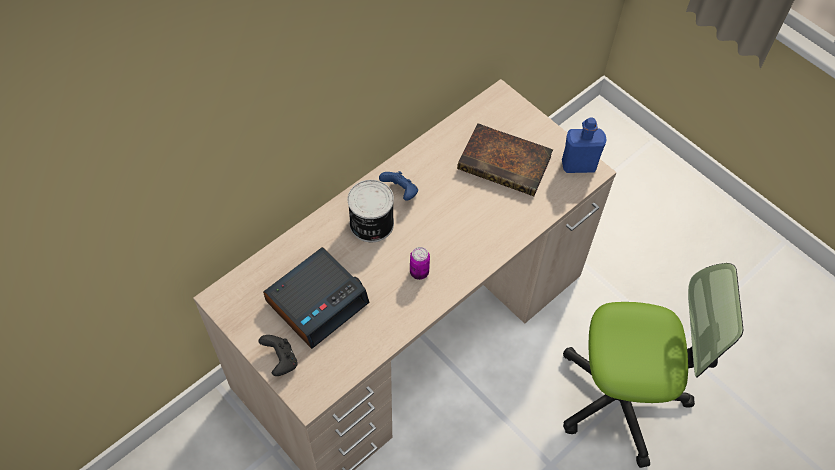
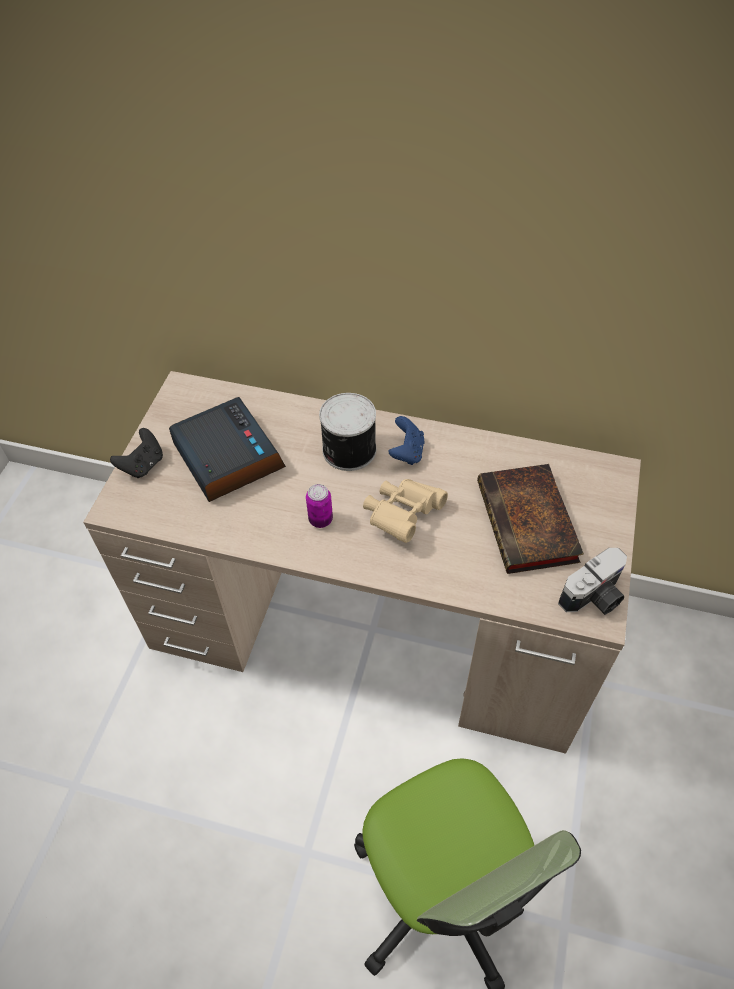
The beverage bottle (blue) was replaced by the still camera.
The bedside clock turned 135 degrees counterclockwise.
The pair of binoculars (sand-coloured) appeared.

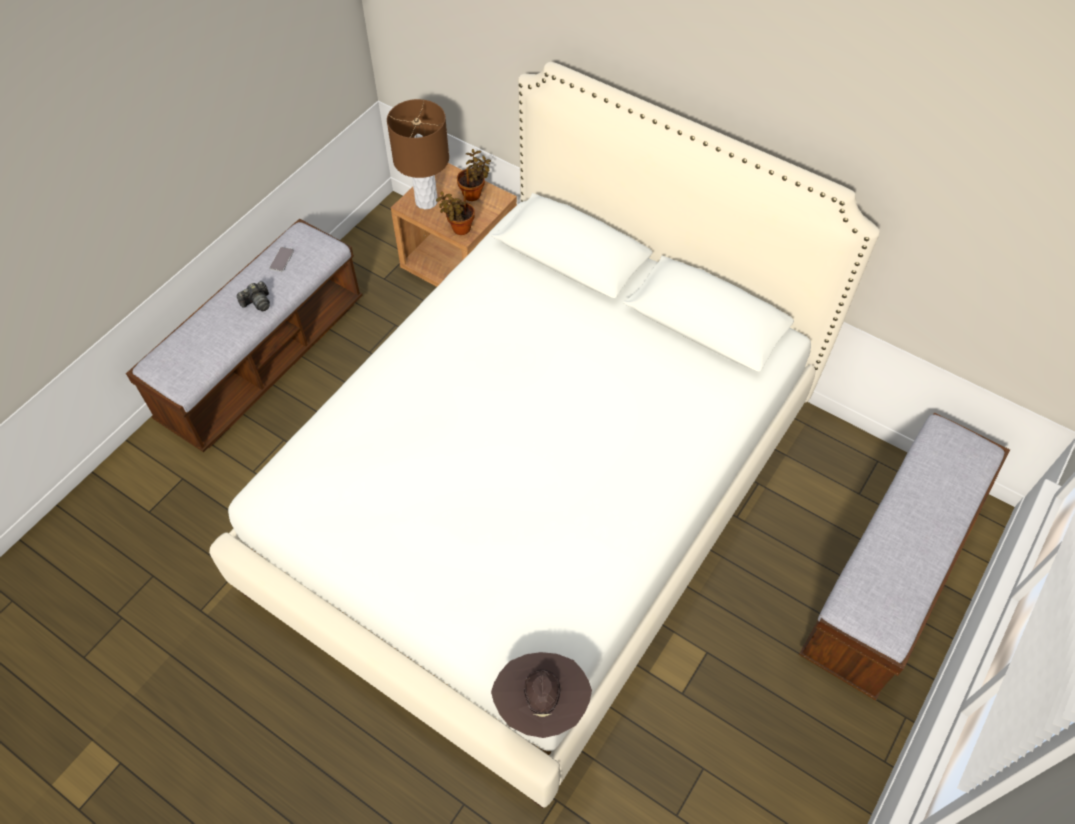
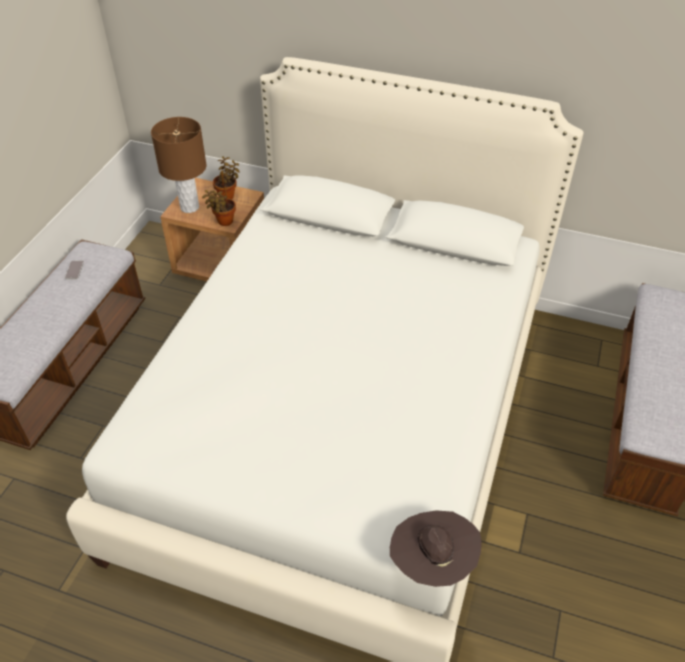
The still camera disappeared.

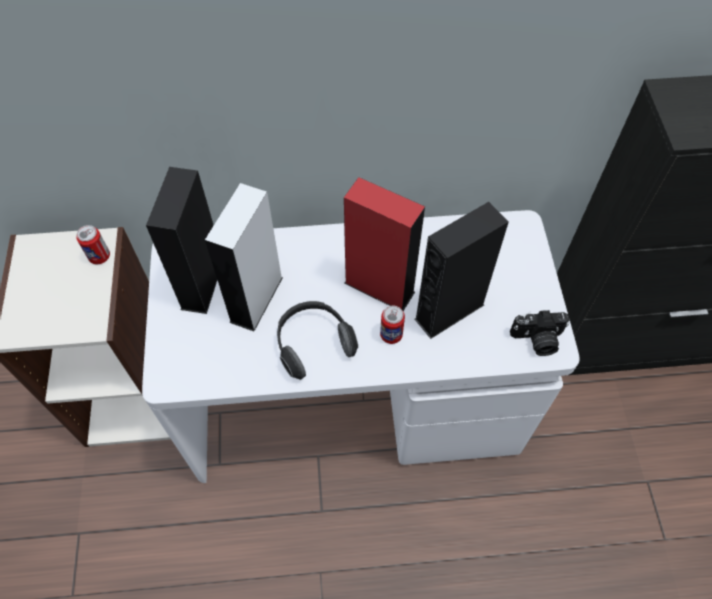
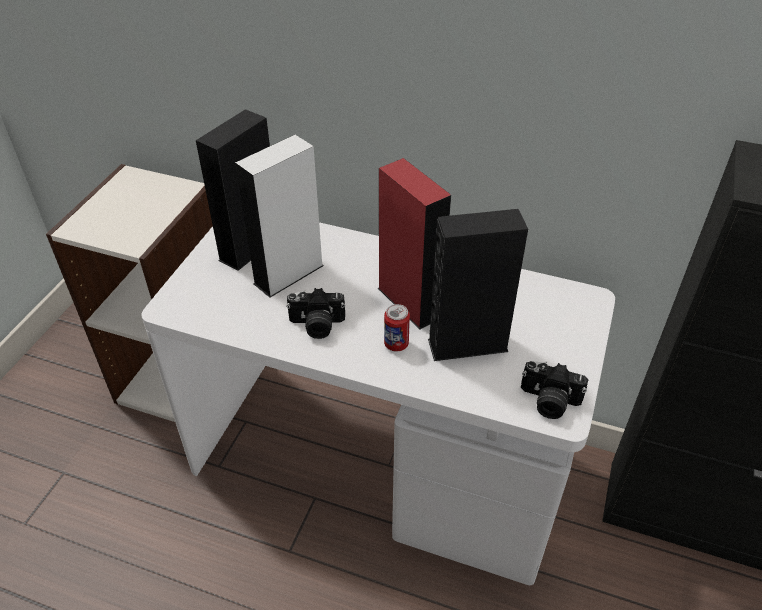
The metal can (1st from left) disappeared.
The pair of headphones was replaced by the still camera (1st from left).

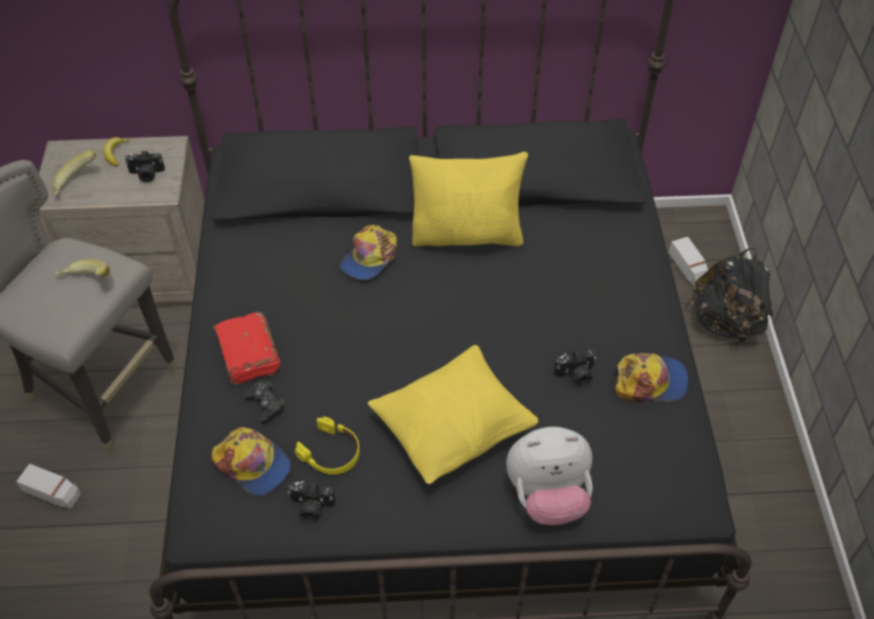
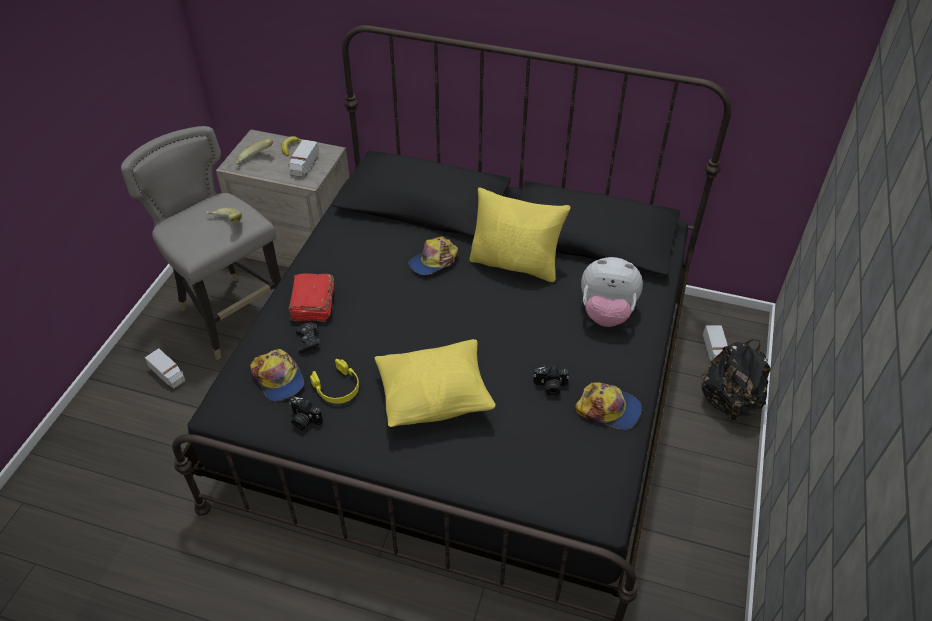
The still camera (1st from left) was replaced by the model truck (2nd from left).
The plush toy moved.

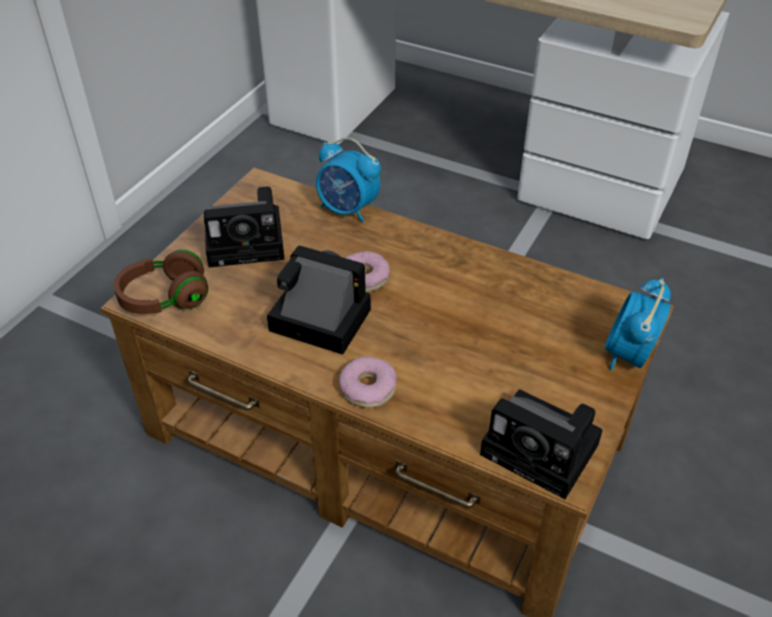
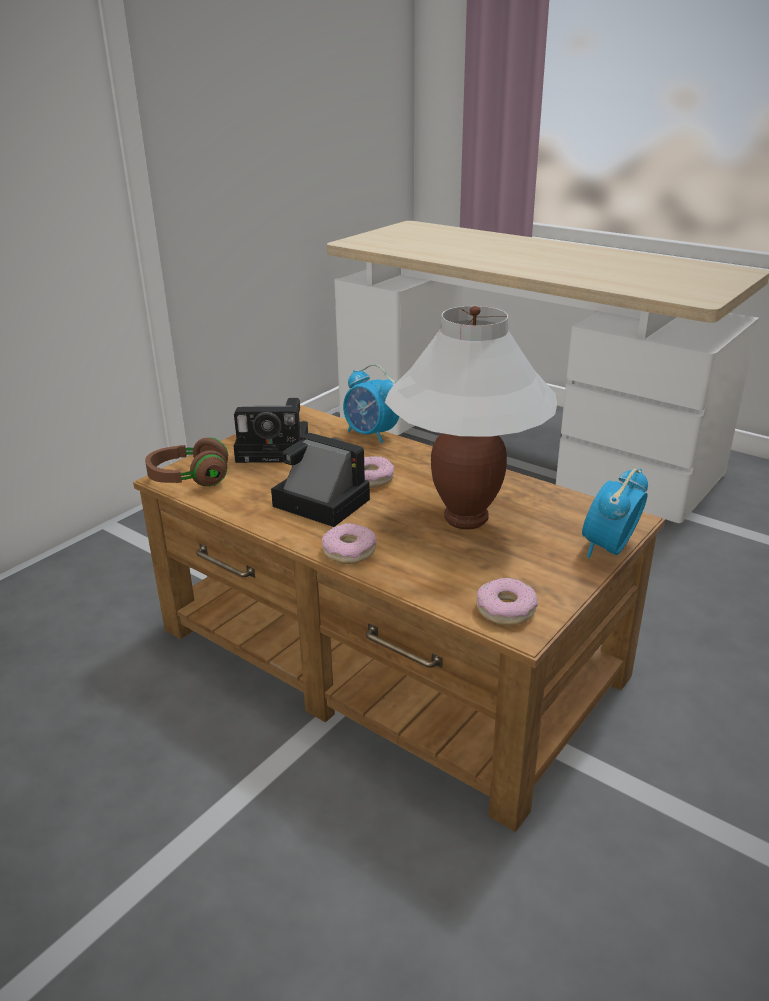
The still camera (3rd from left) was replaced by the doughnut (3rd from left).
The tabletop lamp (white-coloured) appeared.

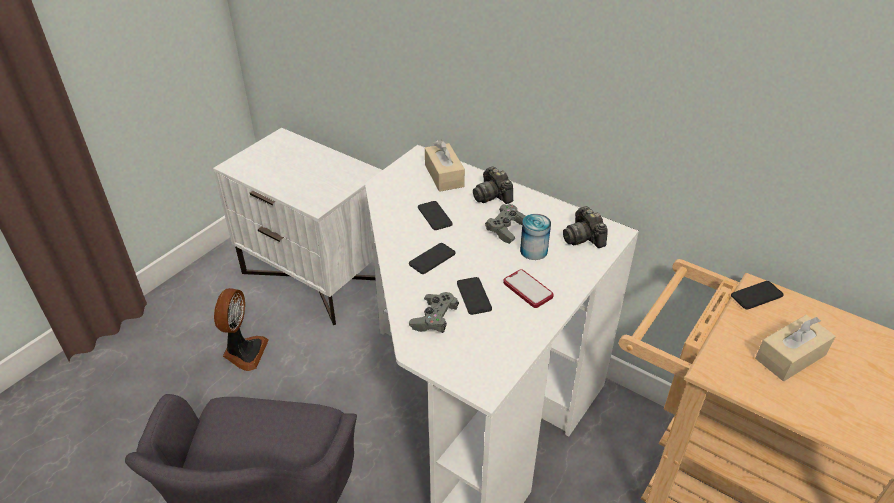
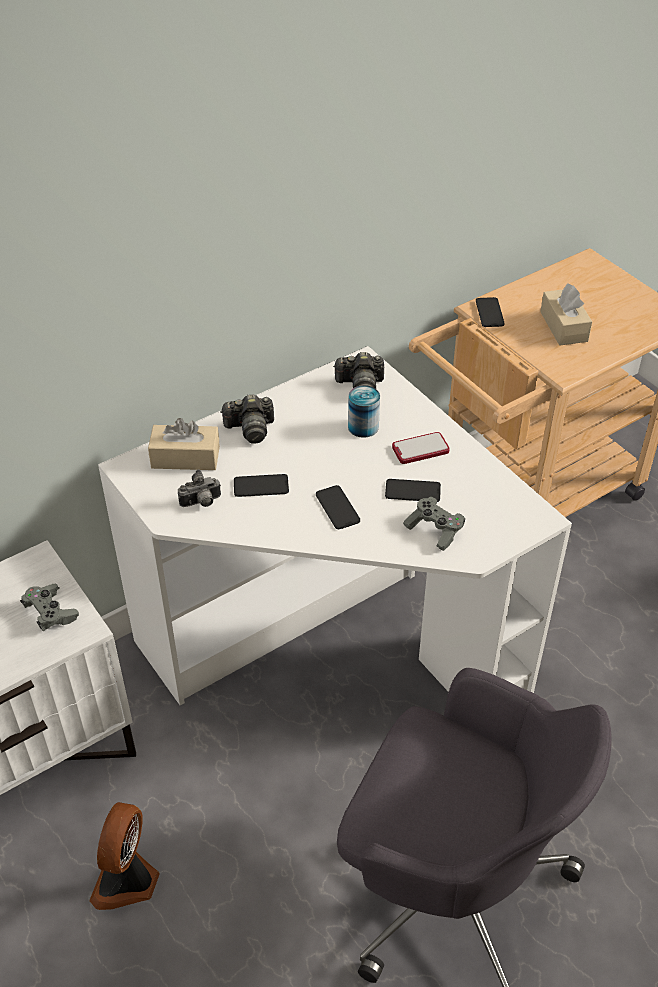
The gamepad (gray) (2nd from left in the first image) moved.
The fan turned 105 degrees counterclockwise.
The still camera (1st from left) appeared.

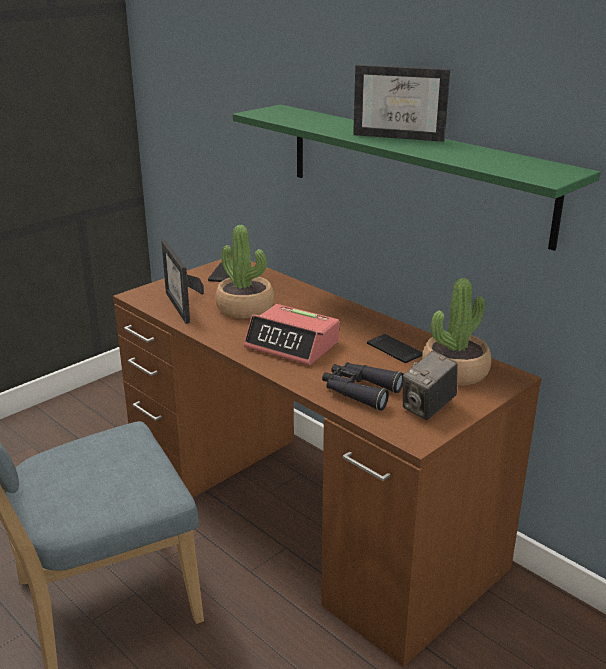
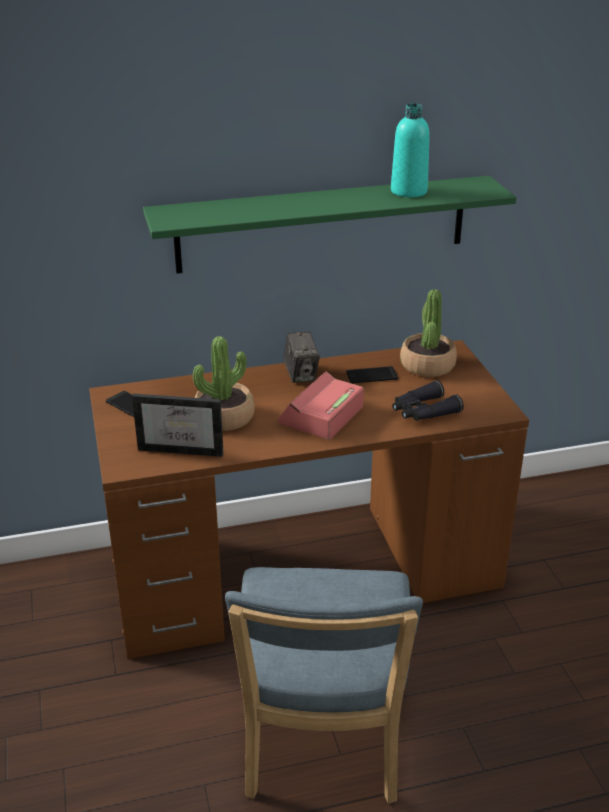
The standing frame (2nd from left) disappeared.
The bedside clock turned 150 degrees clockwise.
The still camera moved.
The beverage bottle (turquoise) appeared.

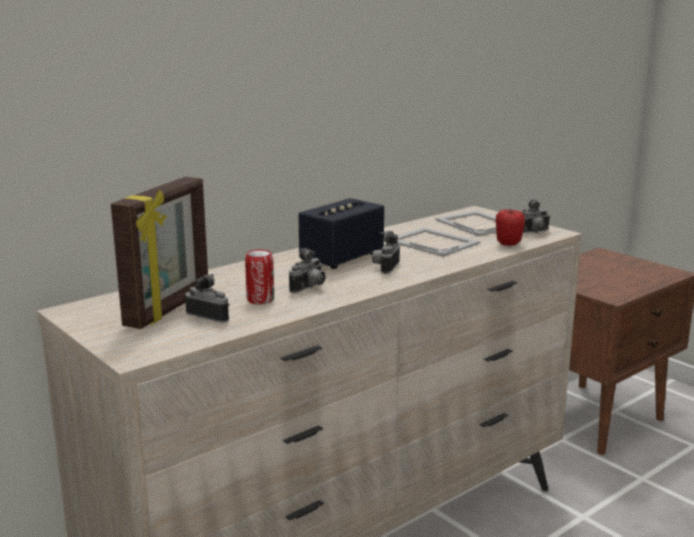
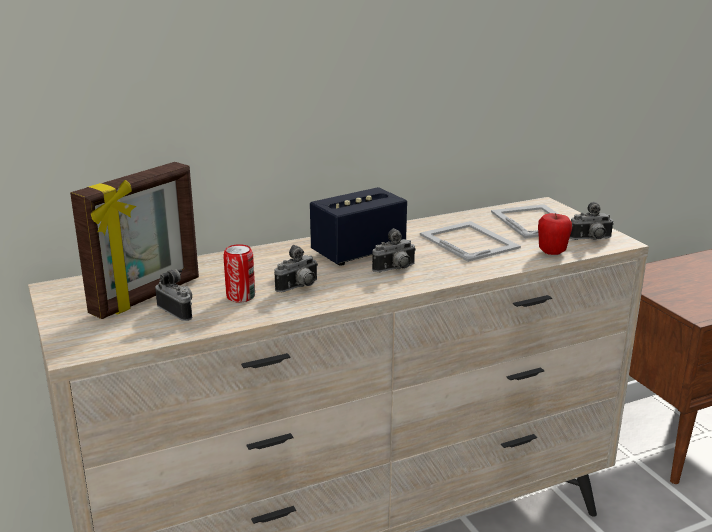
The still camera (3rd from left) turned 150 degrees counterclockwise.

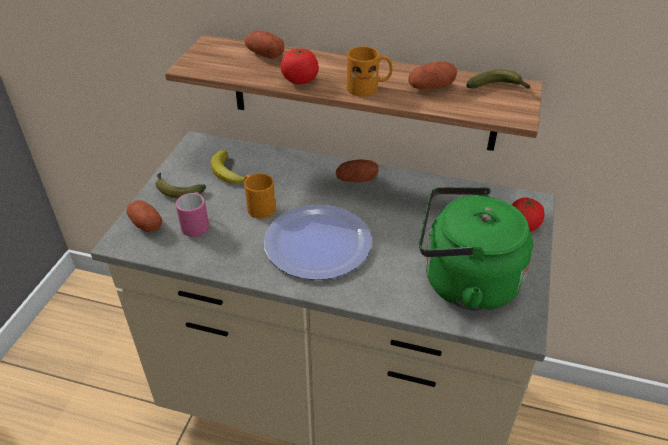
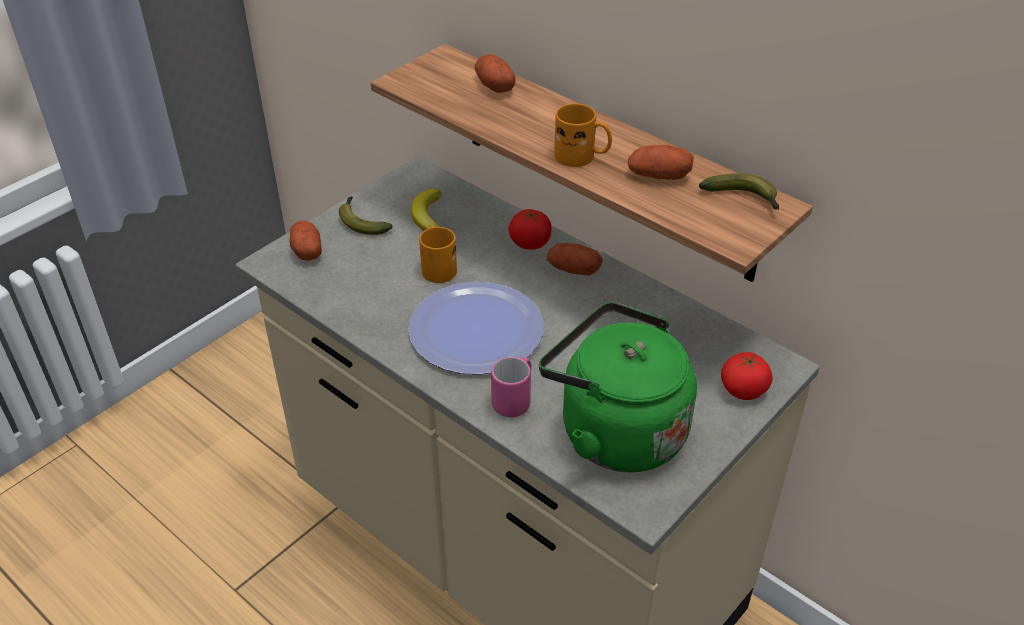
The fresh tomato (1st from left) moved.
The tea mug (pink-coloured) moved.

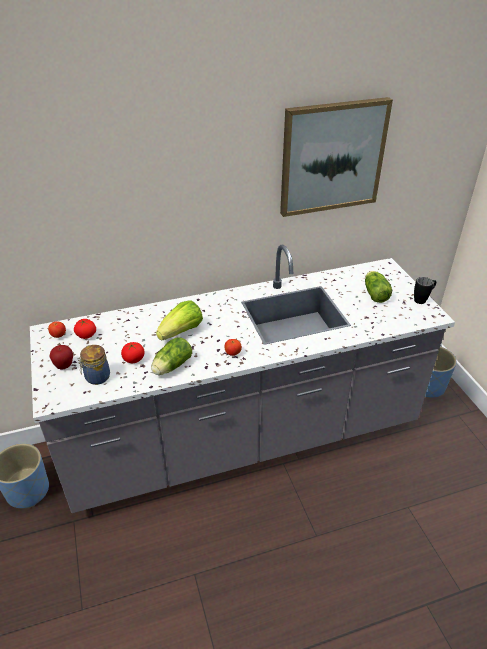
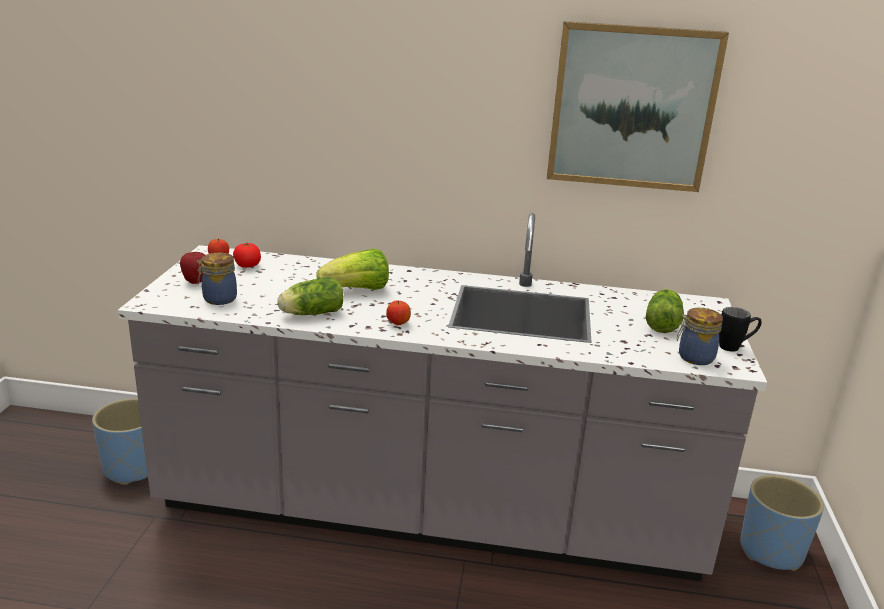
The fresh tomato (2nd from left) disappeared.
The storage jar (2nd from left) appeared.

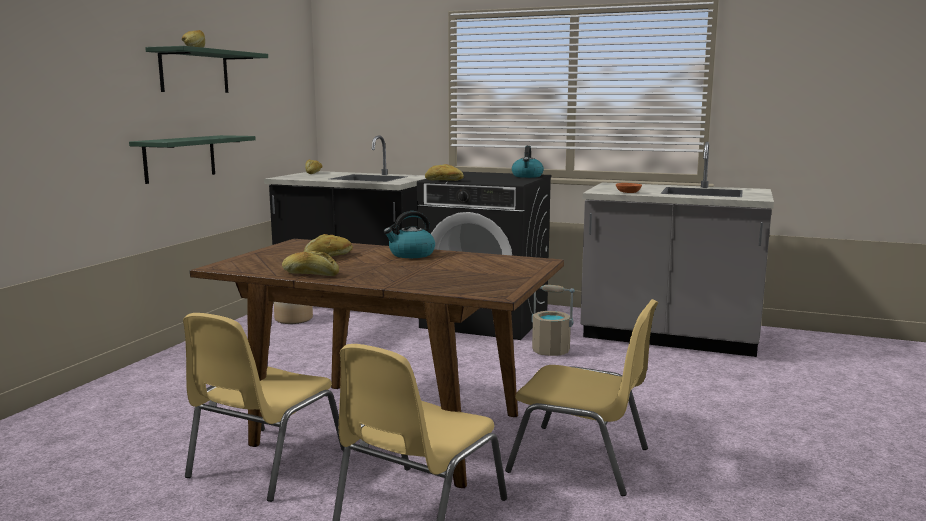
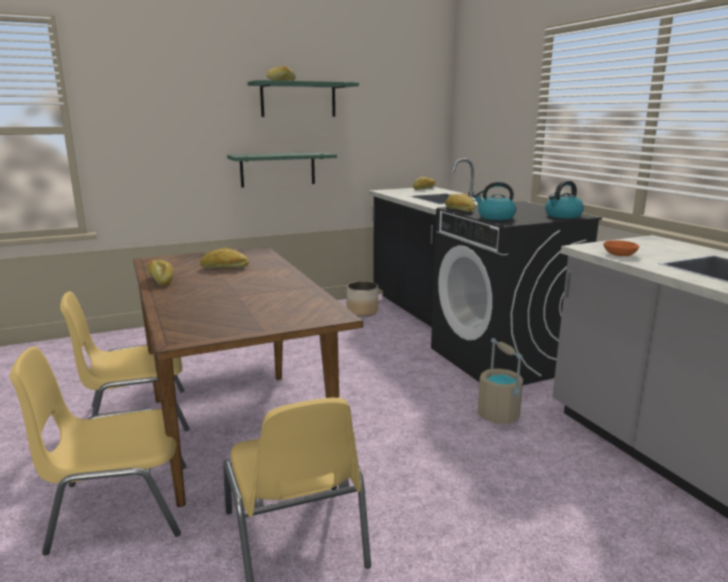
The kettle (1st from left) moved.

